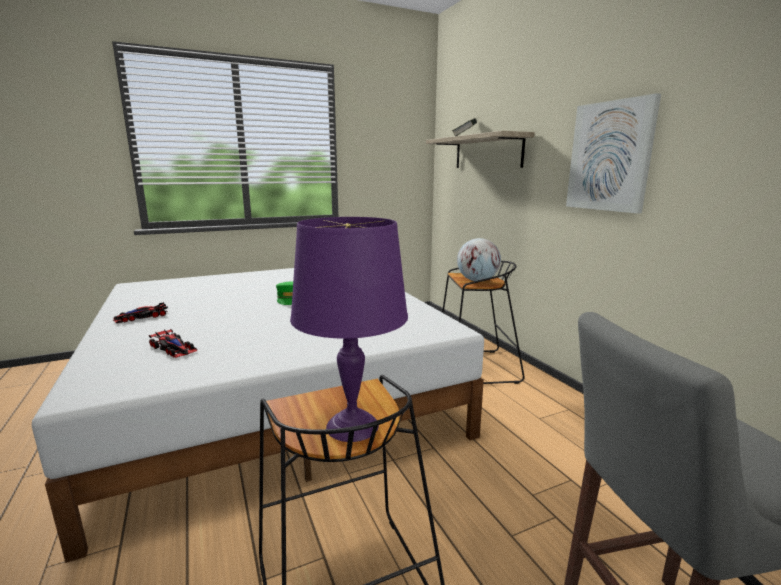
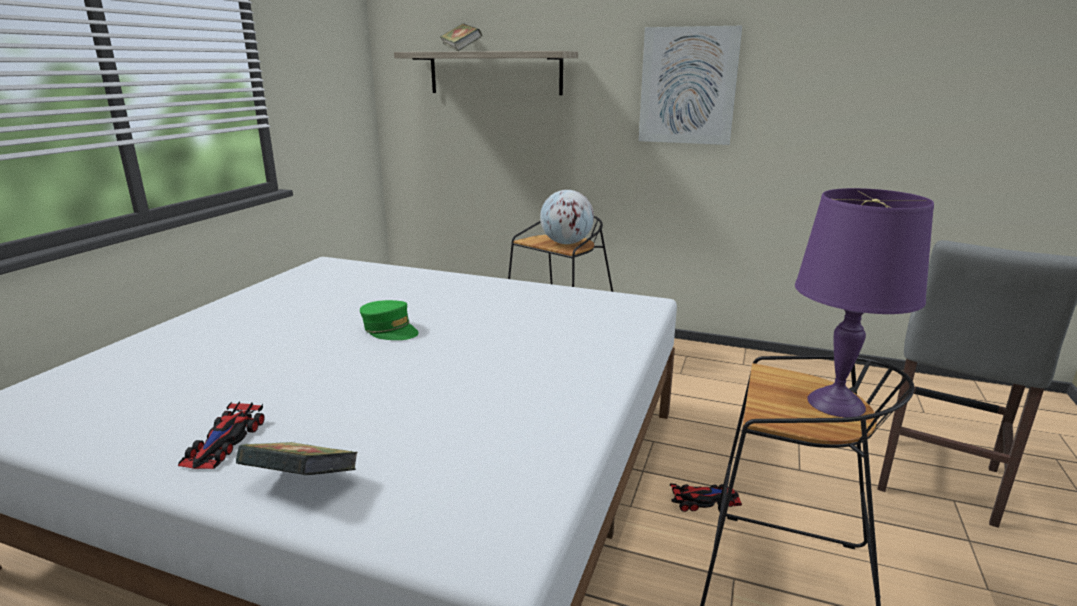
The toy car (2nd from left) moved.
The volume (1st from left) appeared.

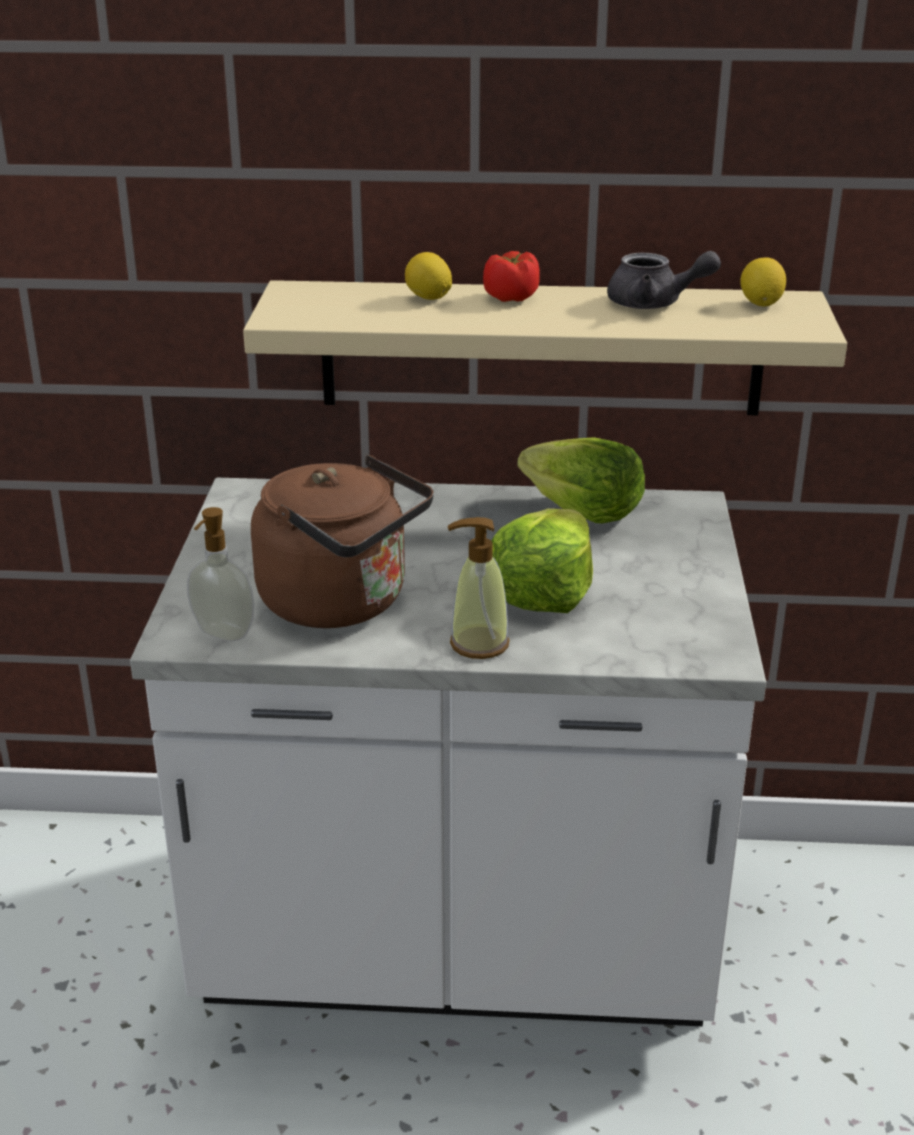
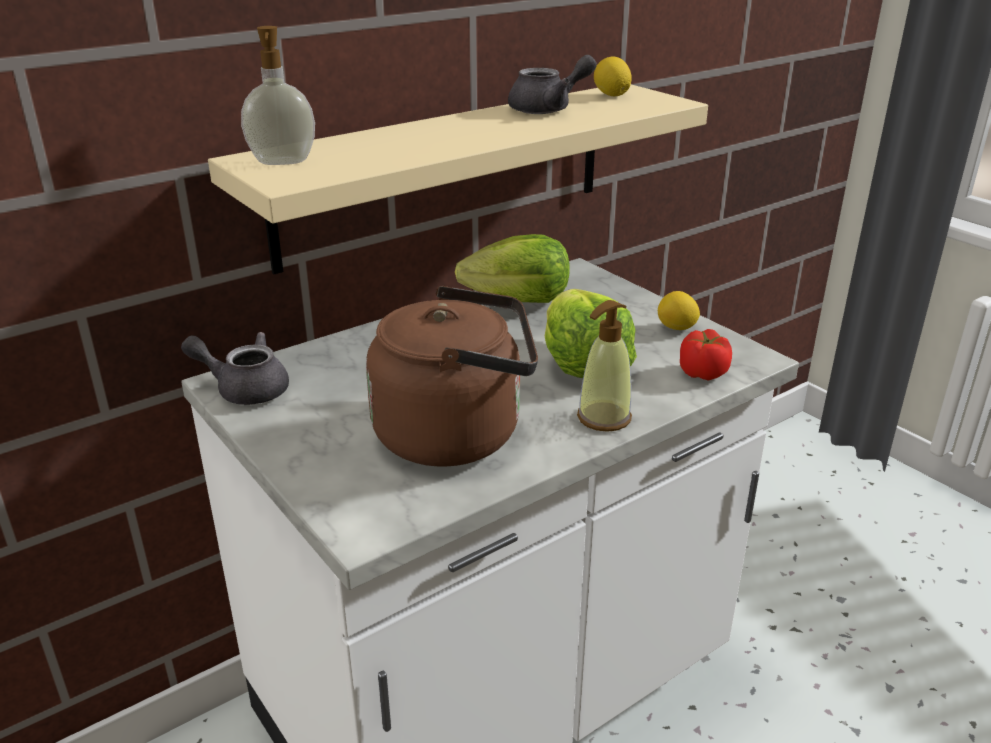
The fresh tomato moved.
The lemon (1st from left in the first image) moved.
The liquid soap bottle (1st from left) moved.
The tea pot (gray) (1st from left) appeared.

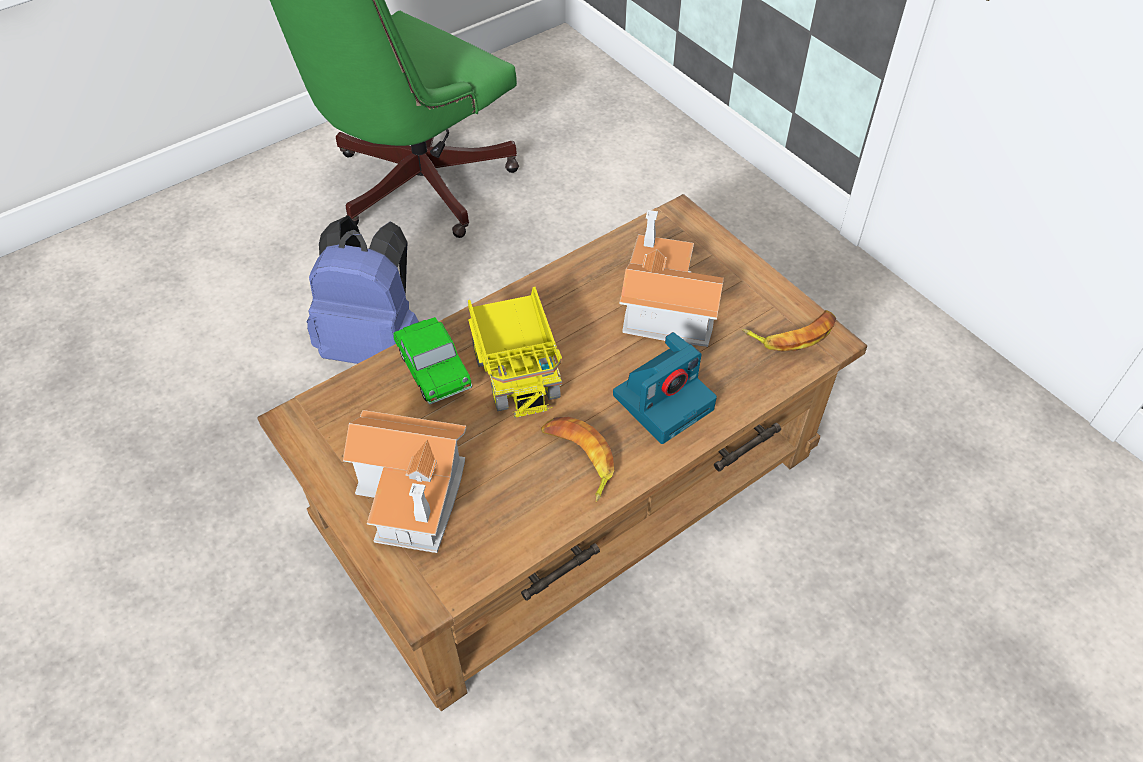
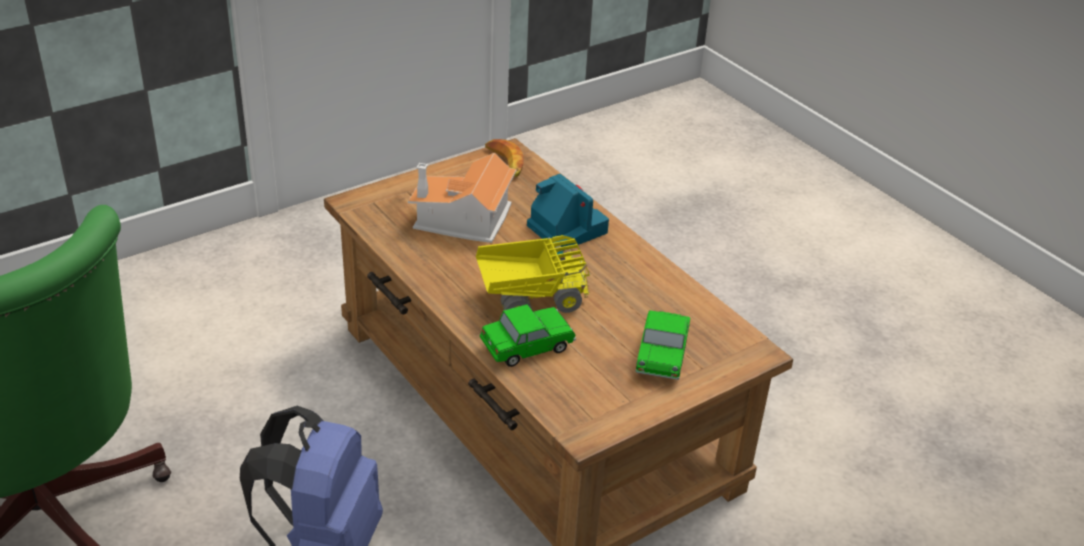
The miniature house (1st from left) was replaced by the toy car (2nd from left).
The banana (1st from left) disappeared.

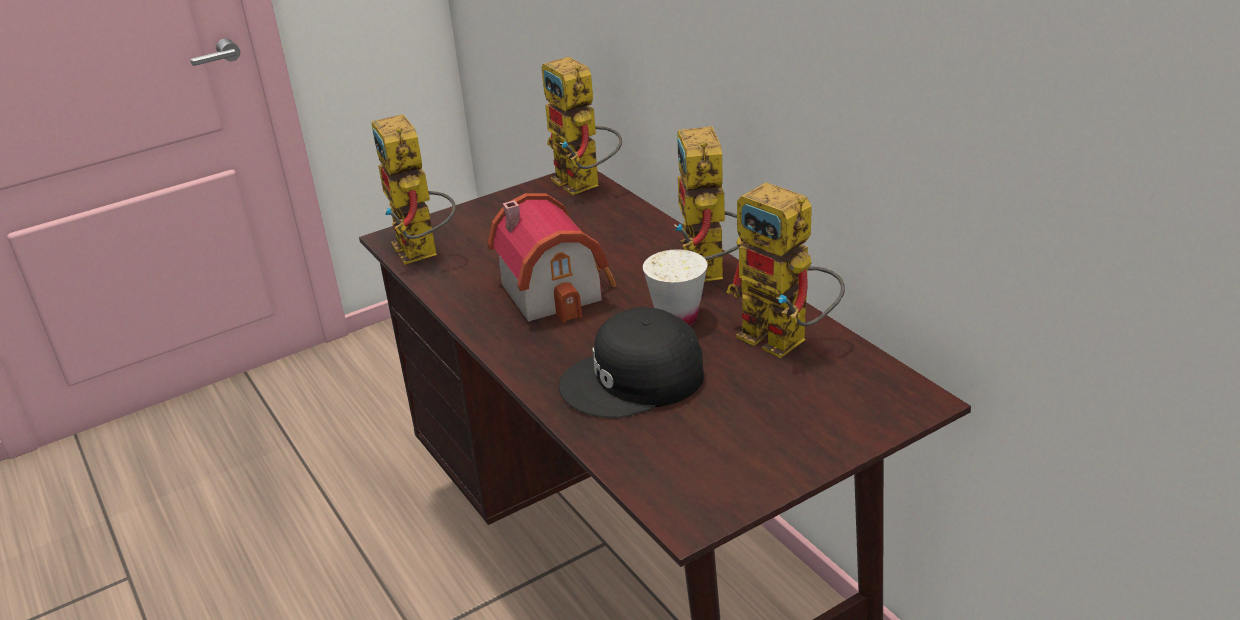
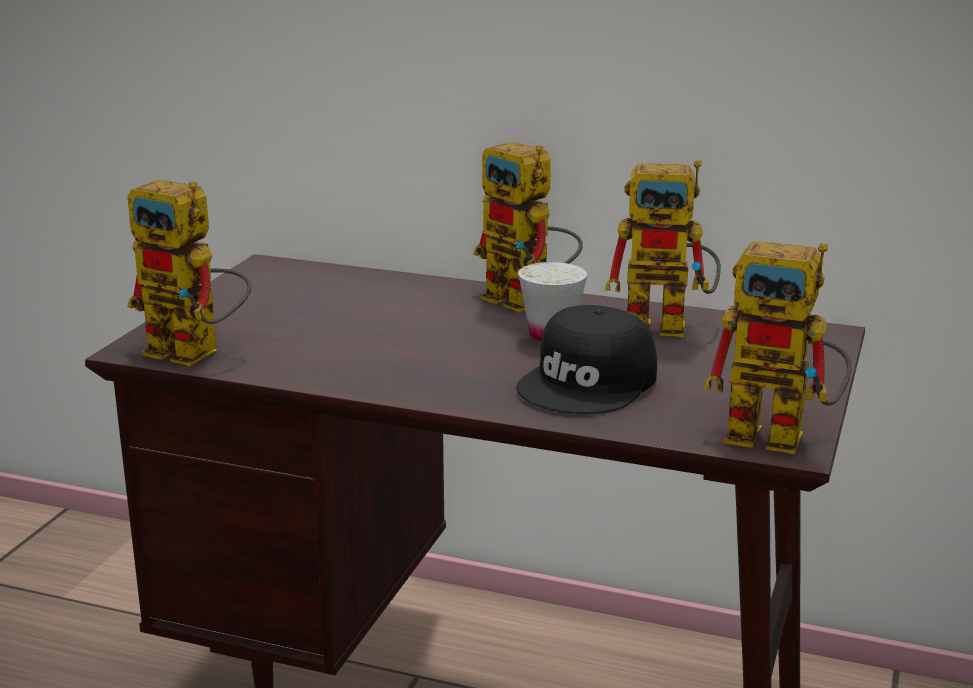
The model robot (2nd from left in the first image) moved.
The miniature house disappeared.

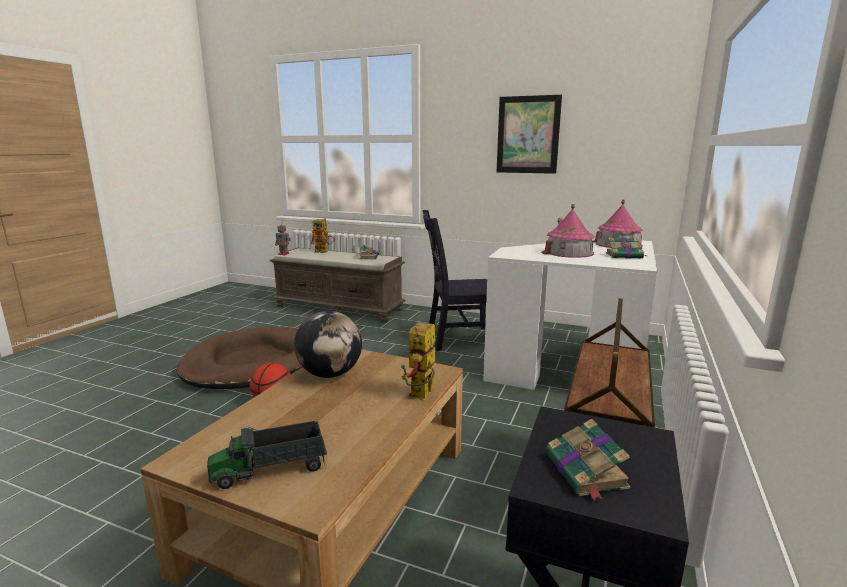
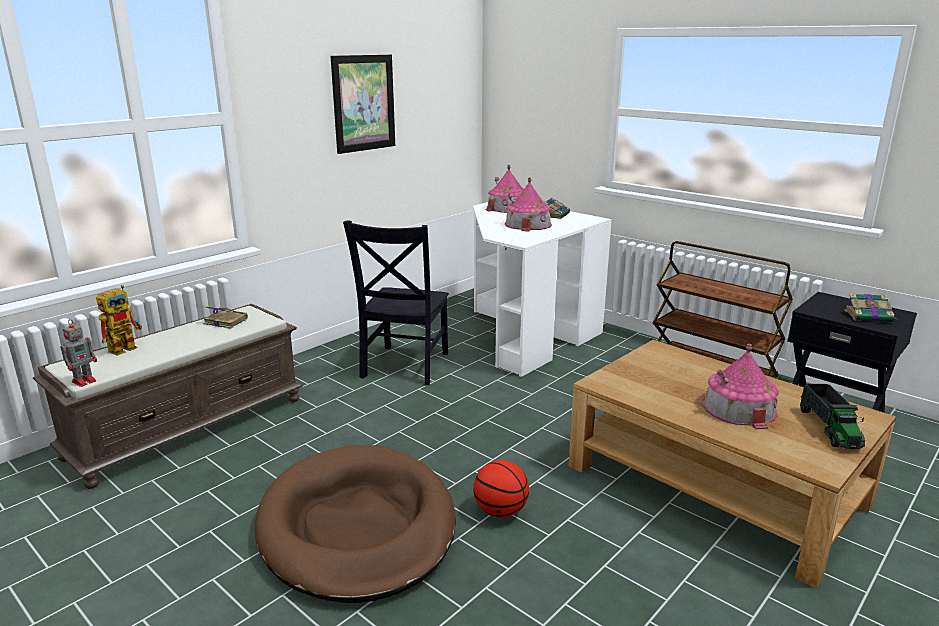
The globe disappeared.
The model robot (3rd from left) disappeared.
The miniature house (3rd from left) appeared.

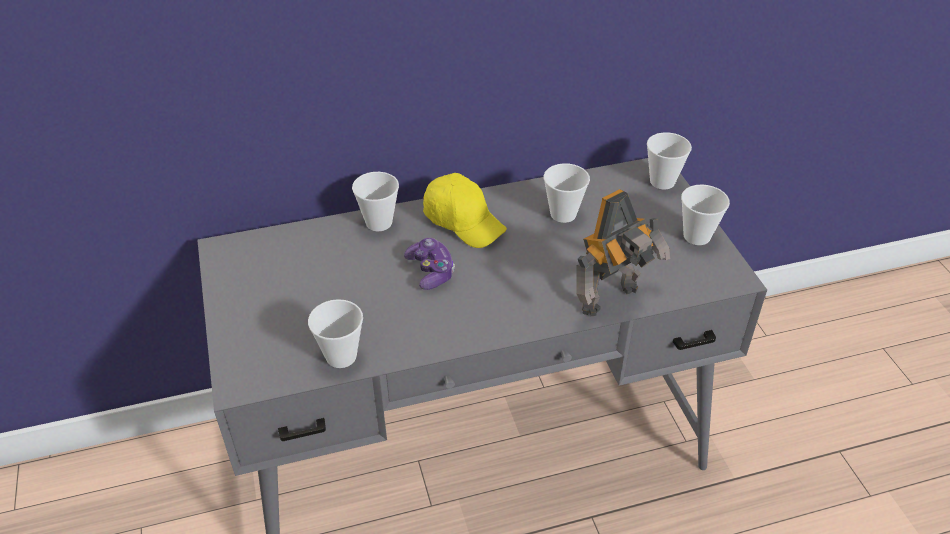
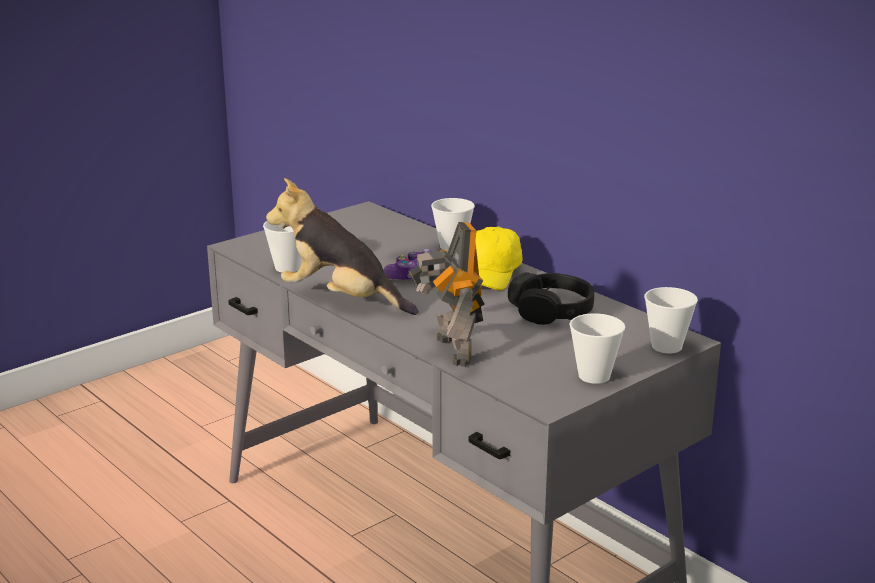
The cup (3rd from left) was replaced by the pair of headphones (blackish).
The model robot turned 45 degrees clockwise.
The plush toy appeared.

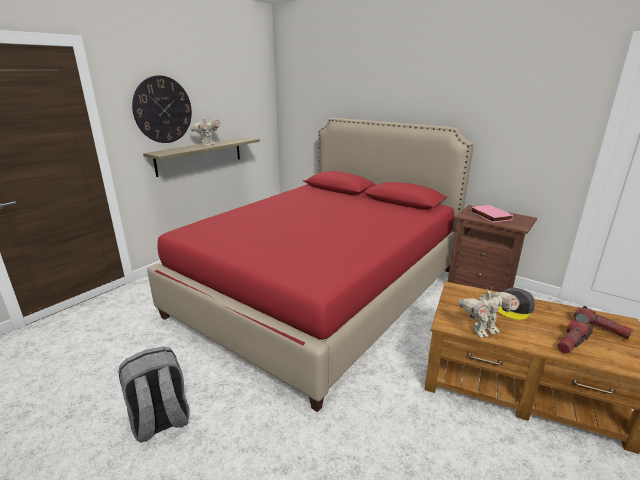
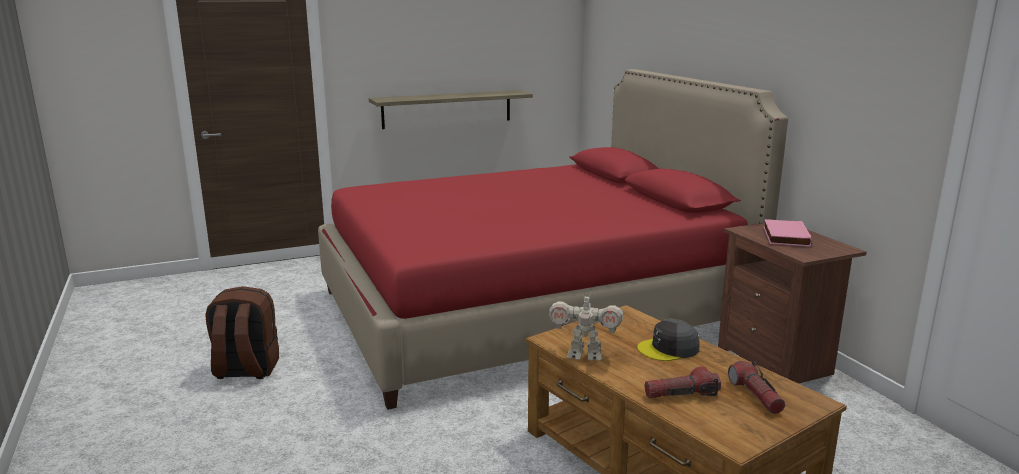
The clock on the wall disappeared.
The model robot (1st from left) disappeared.
The rucksack (gray) became the rucksack (brownish).

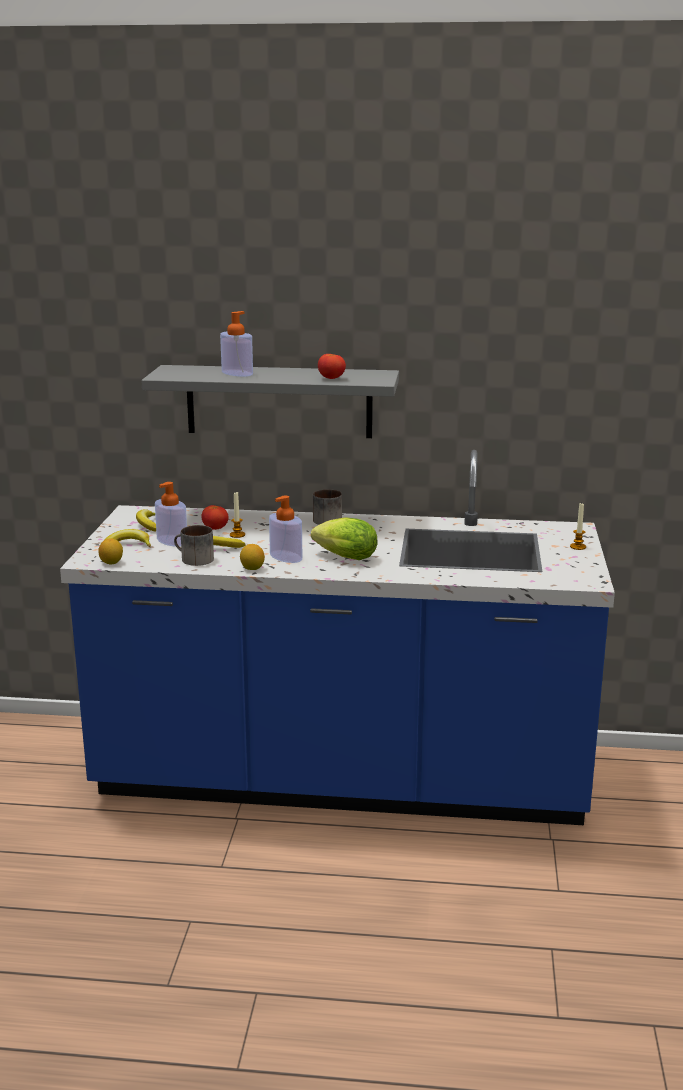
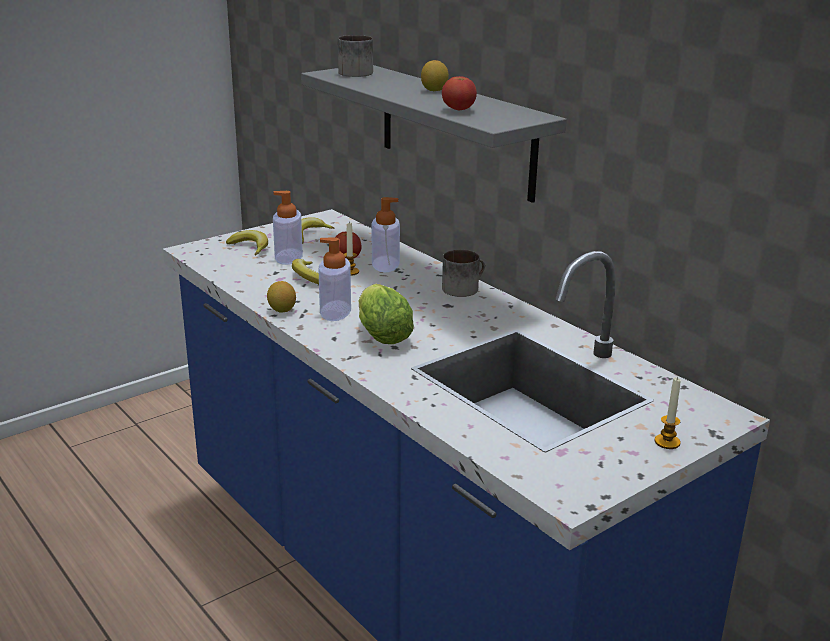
The liquid soap bottle (2nd from left in the first image) moved.
The tea mug (1st from left) moved.
The lemon (1st from left in the first image) moved.

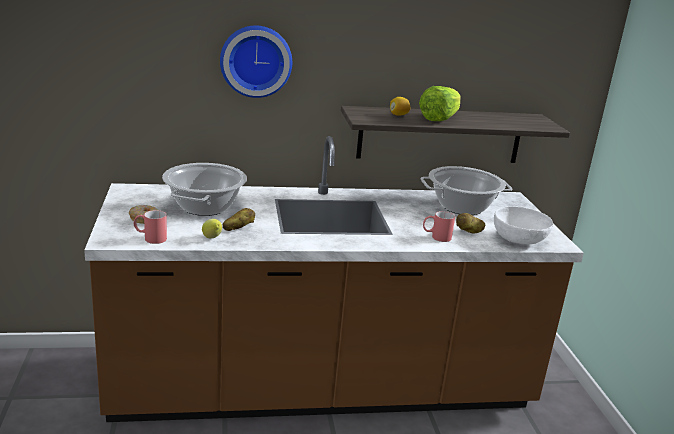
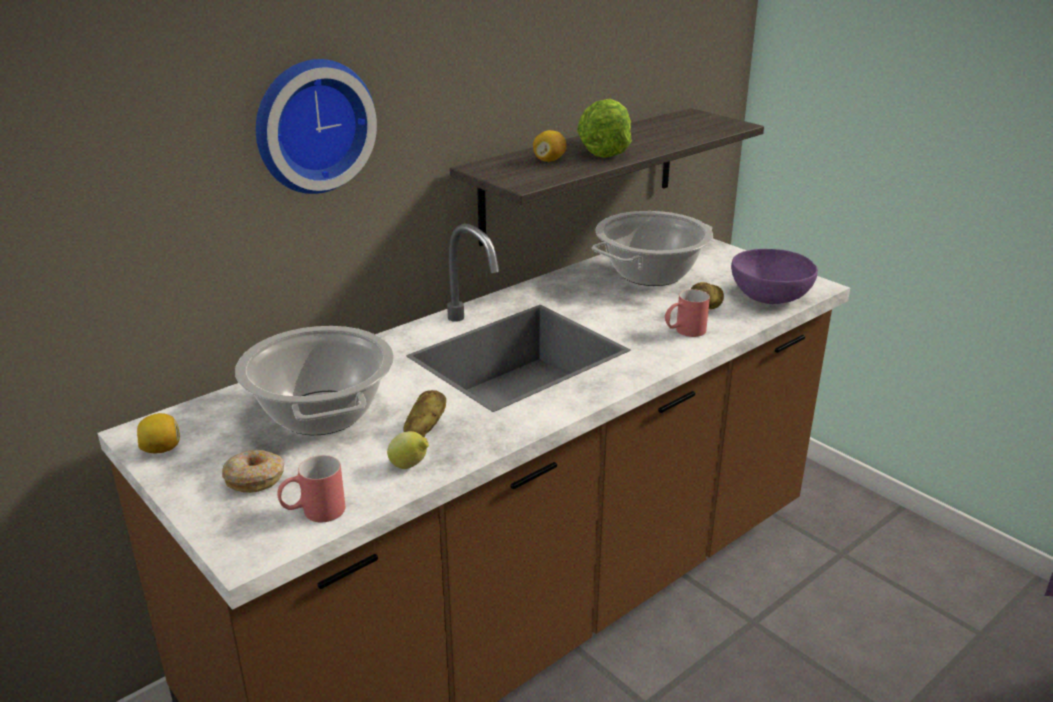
The deep dish (white-coloured) became the deep dish (purple-coloured).
The lemon (1st from left) appeared.

